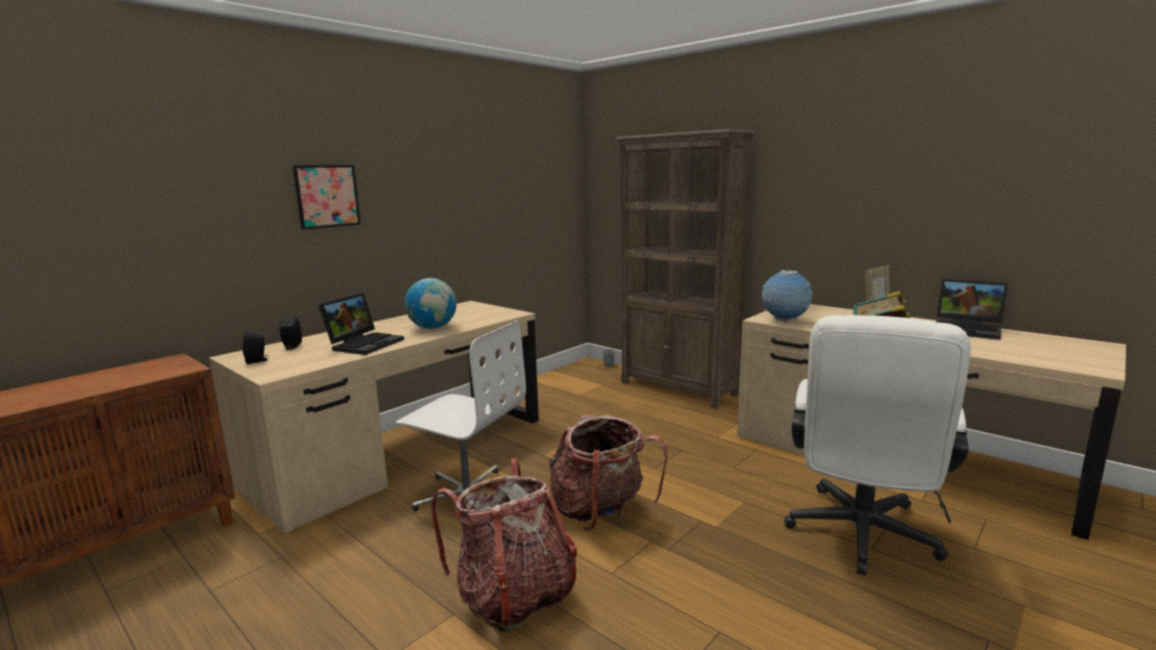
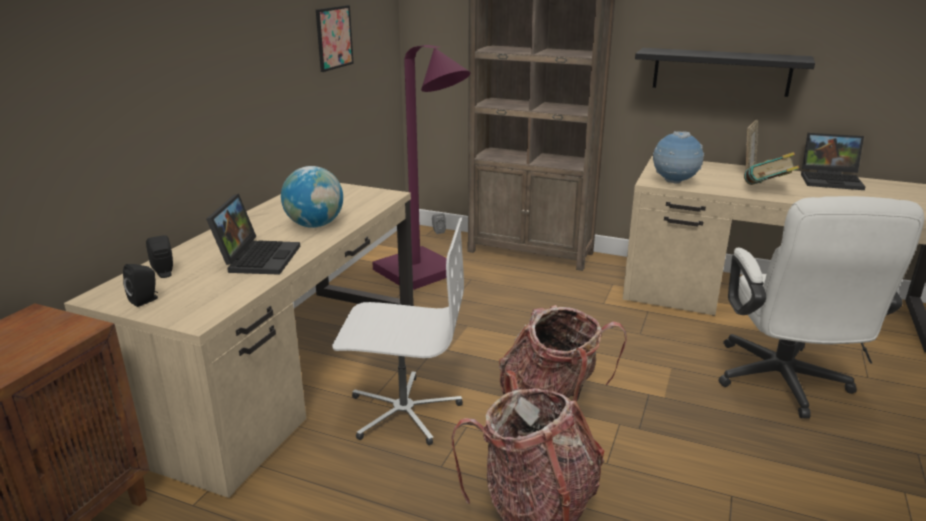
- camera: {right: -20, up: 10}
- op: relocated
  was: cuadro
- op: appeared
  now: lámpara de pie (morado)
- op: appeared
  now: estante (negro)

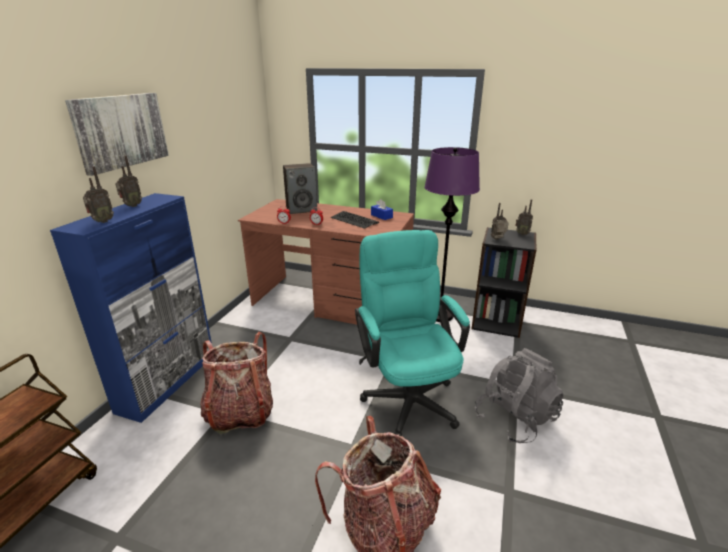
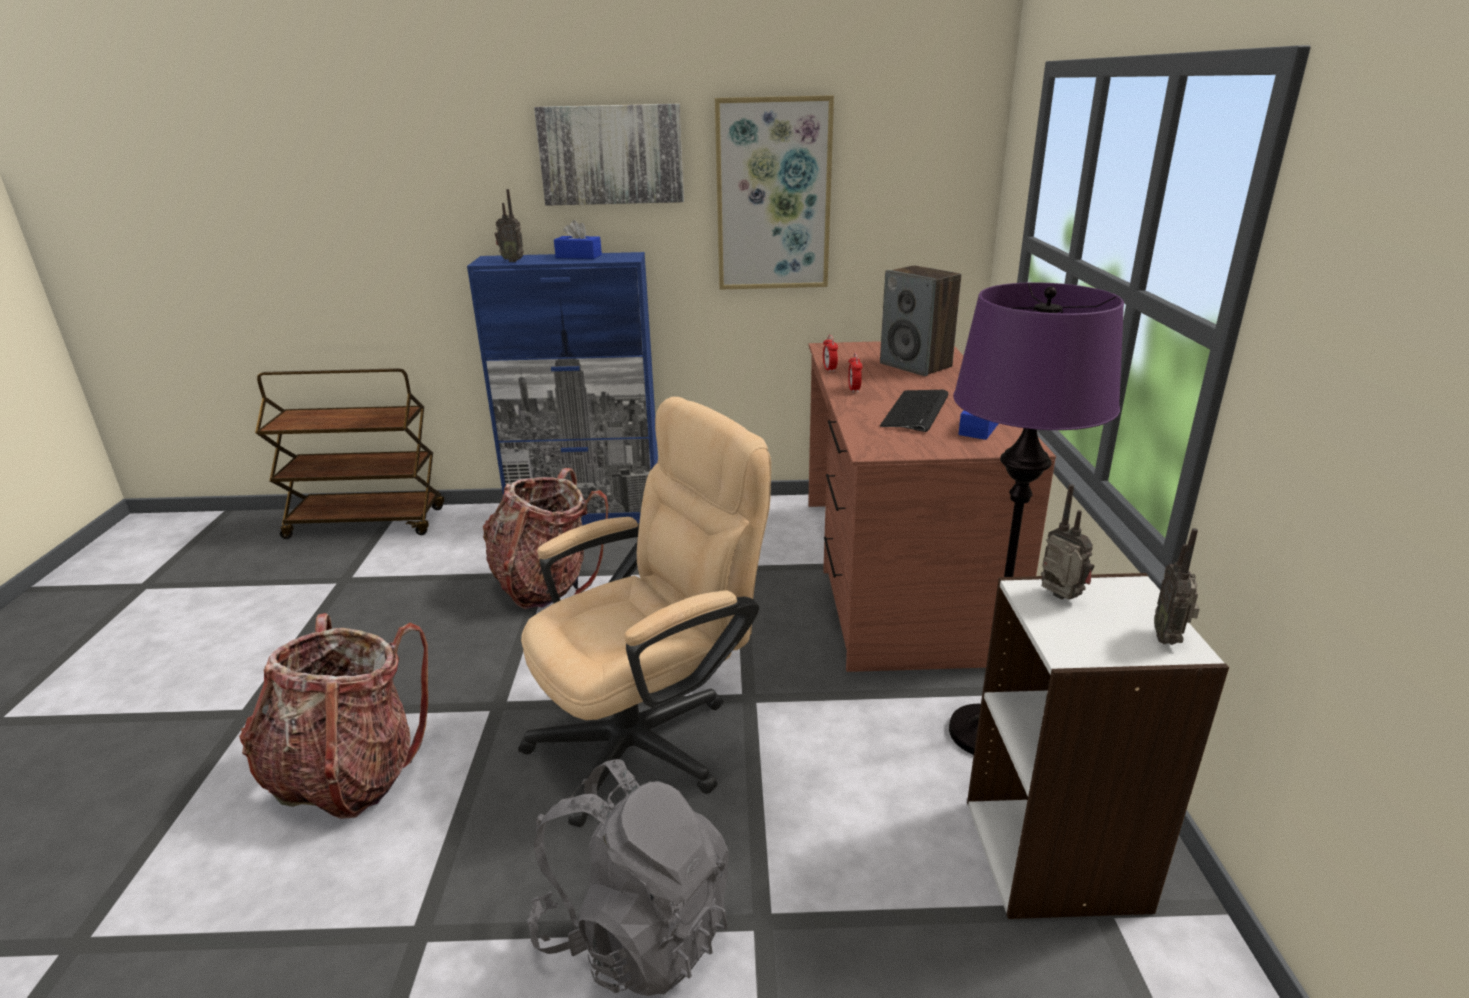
- camera: {right: 70, up: 0}
- op: colour
  was: silla de oficina (turquesa)
  now: silla de oficina (beis)
- op: exchanged
  was: radio (no. 2 from left)
  now: caja de pañuelos (azul) (no. 1 from left)
- op: appeared
  now: cuadro (no. 2 from left)
- op: colour
  was: estantería (negro)
  now: estantería (blanco)

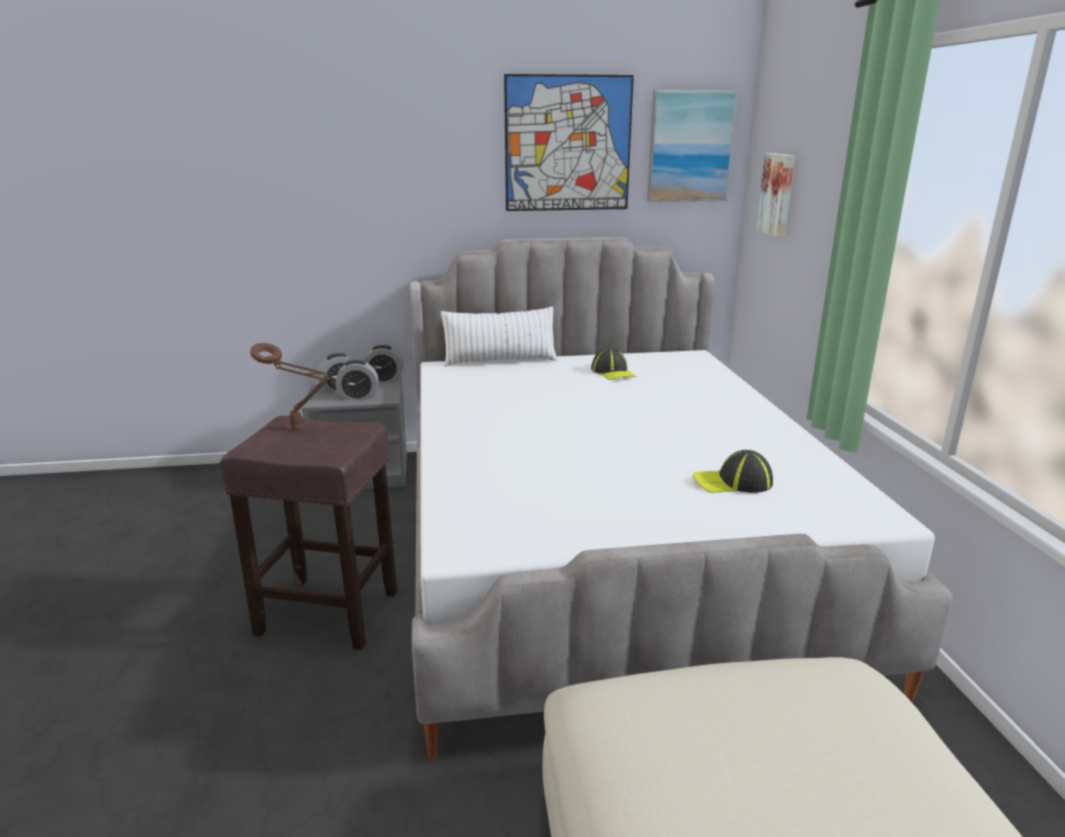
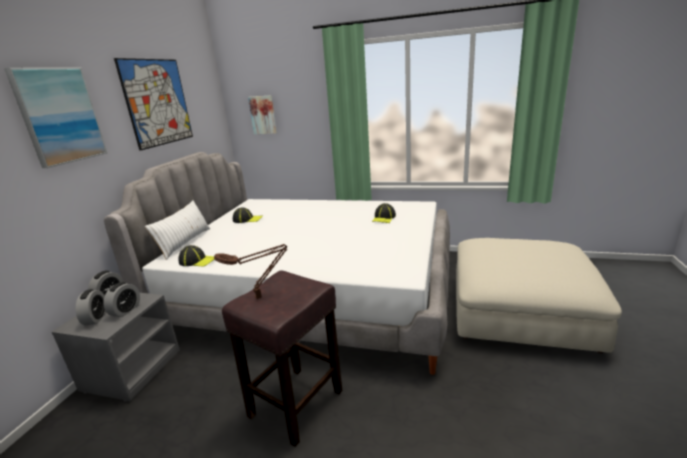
- camera: {right: -65, up: 0}
- op: relocated
  was: cuadro (no. 2 from left in the first image)
  now: cuadro (no. 1 from left)
- op: appeared
  now: gorra (no. 1 from left)

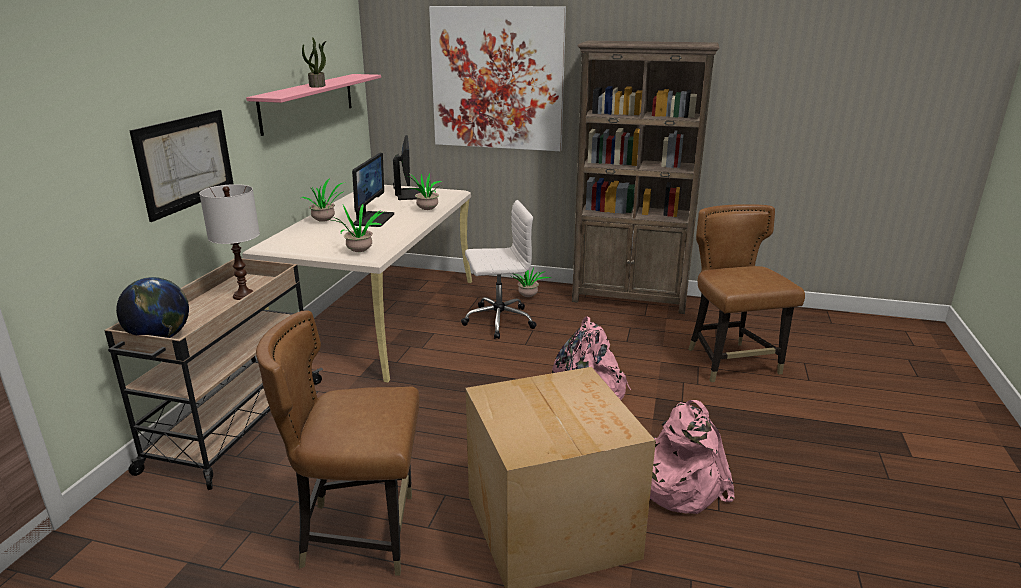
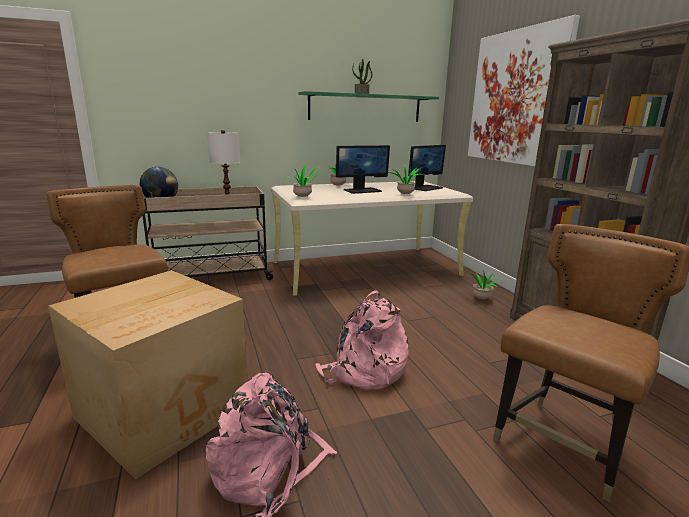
- camera: {right: 55, up: -5}
- op: colour
  was: estante (rosa)
  now: estante (verde)
- op: missing
  was: cuadro (no. 1 from left)
- op: missing
  was: silla de oficina (blanco)

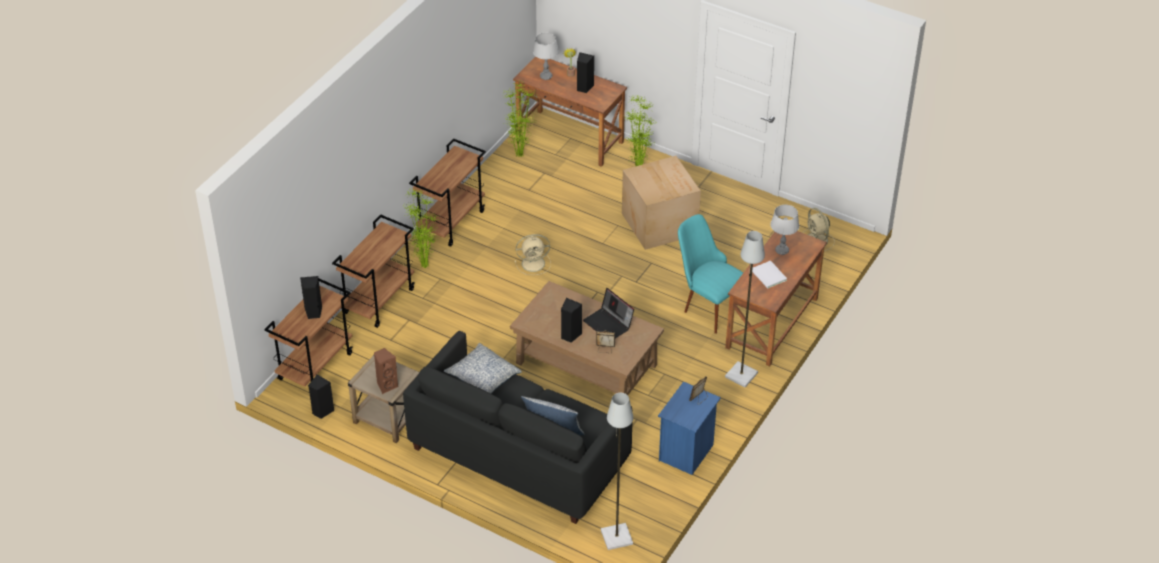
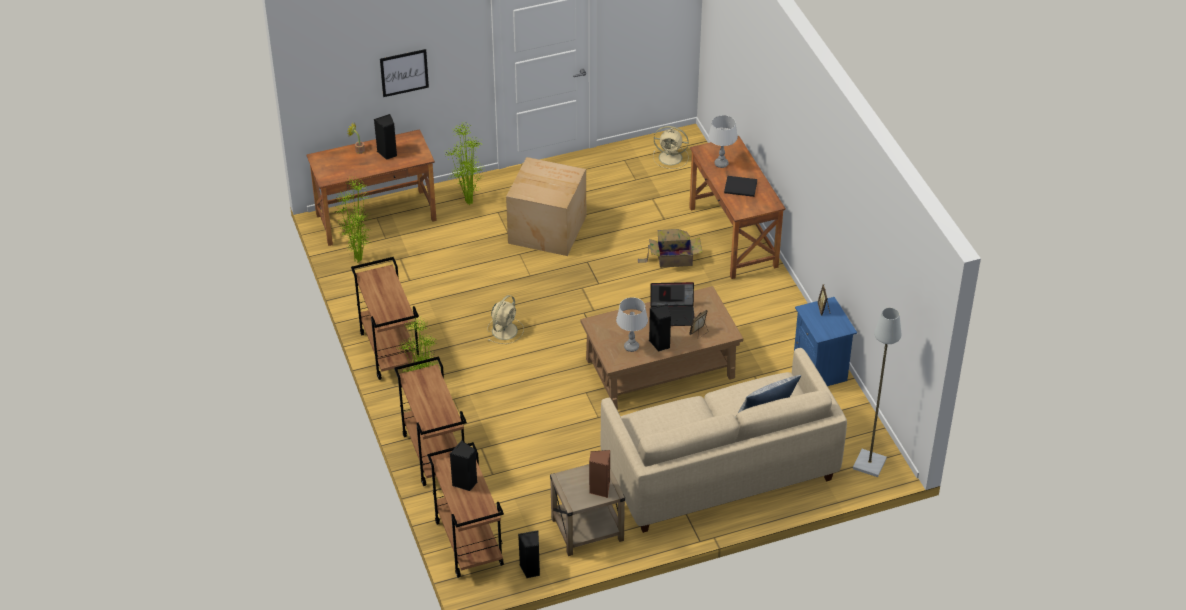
- camera: {right: -50, up: 0}
- op: appeared
  now: cuadro
- op: colour
  was: sofá (negro)
  now: sofá (beis)
- op: relocated
  was: lámpara de mesa (gris) (no. 1 from left)
- op: exchanged
  was: silla (turquesa)
  now: caja de cartón (no. 2 from left)
- op: colour
  was: libro (blanco)
  now: libro (negro)
- op: missing
  was: cojín (no. 1 from left)
- op: missing
  was: lámpara de pie (gris) (no. 2 from left)

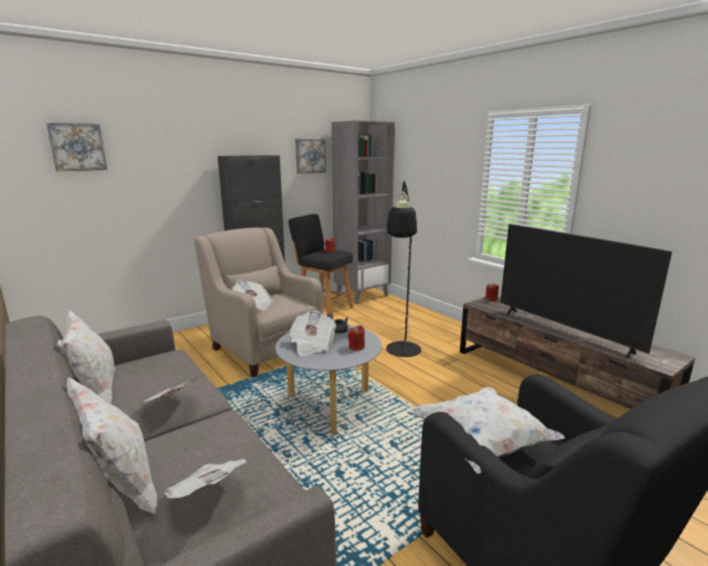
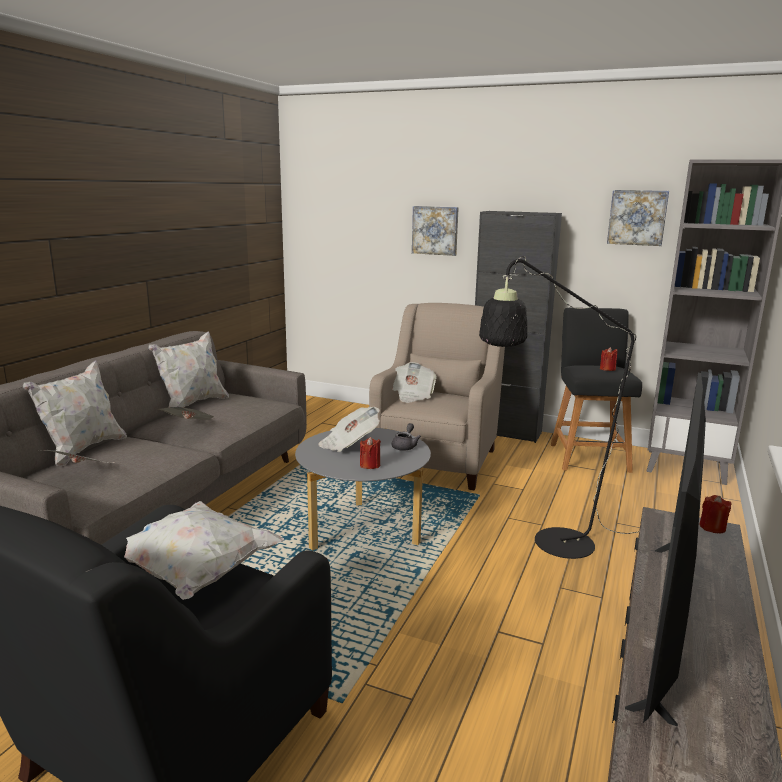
- camera: {right: 60, up: 0}
- op: relocated
  was: cuadro (no. 1 from left)

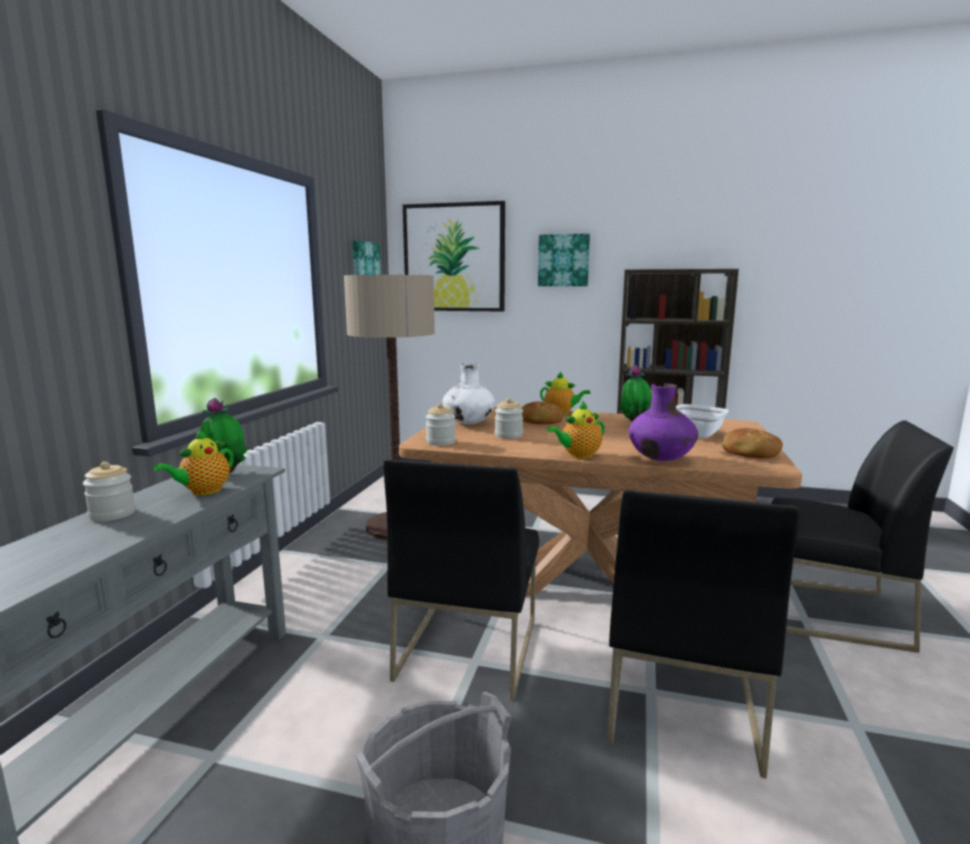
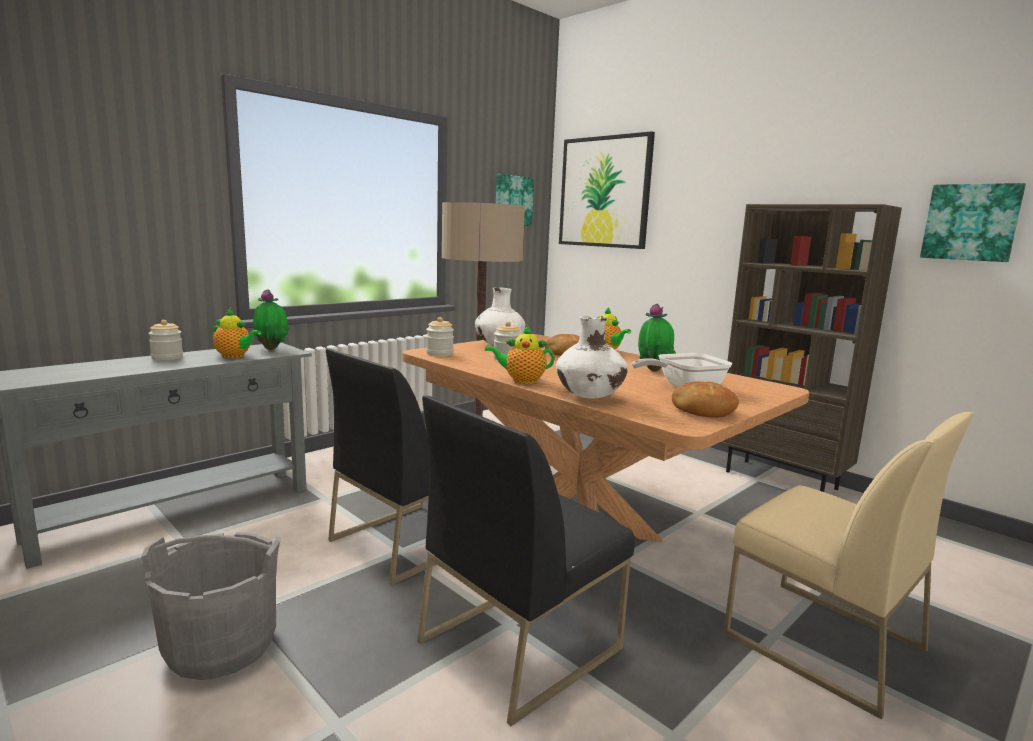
- camera: {right: 30, up: 0}
- op: spun
  was: tetera (no. 1 from left)
  clockwise: -135
- op: colour
  was: florero (morado)
  now: florero (blanco) (no. 2 from left)
- op: colour
  was: silla (negro) (no. 3 from left)
  now: silla (beis)
- op: relocated
  was: cuadro (no. 3 from left)

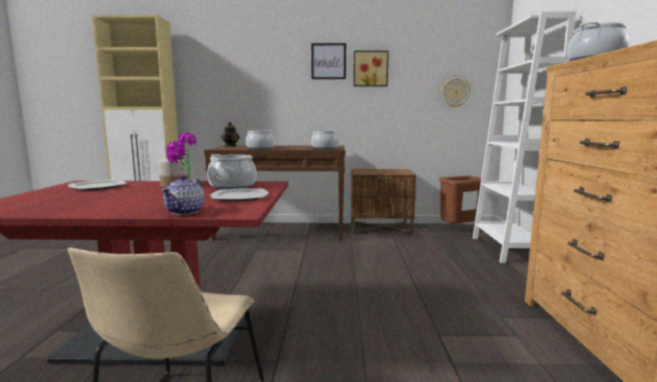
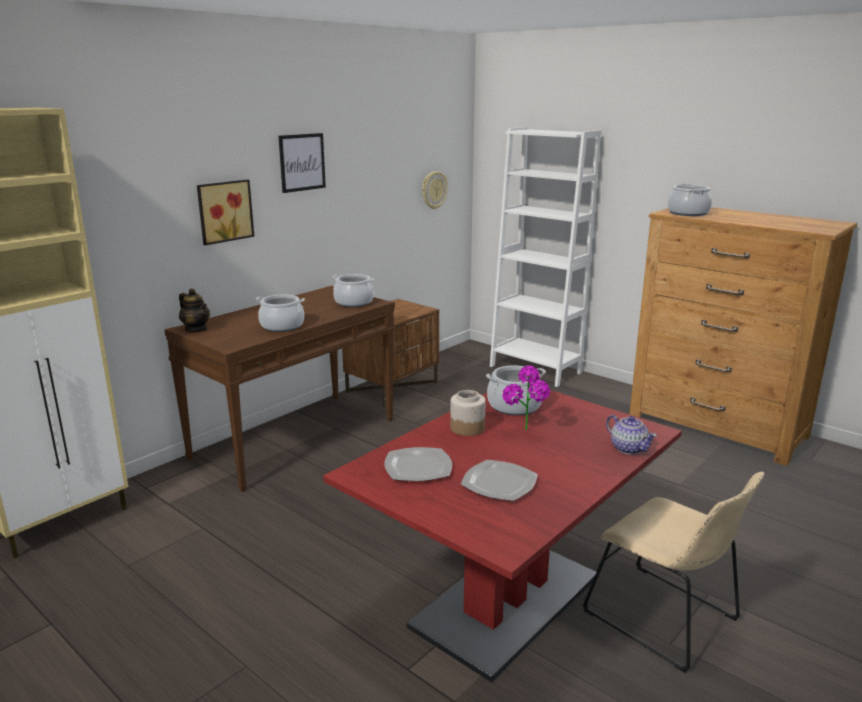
- camera: {right: -50, up: 10}
- op: relocated
  was: cuadro (no. 2 from left in the first image)
  now: cuadro (no. 1 from left)
- op: relocated
  was: plato (no. 2 from left)
- op: missing
  was: papelera (marrón)

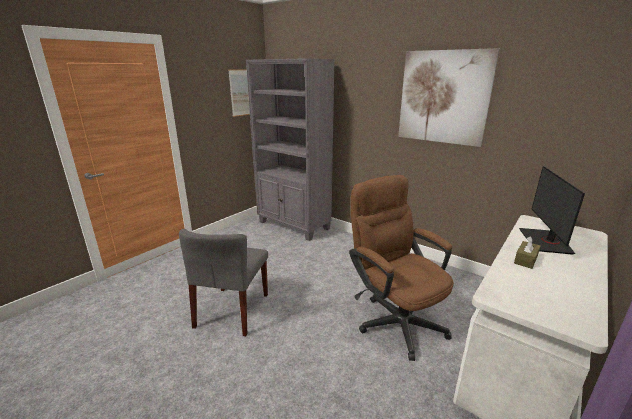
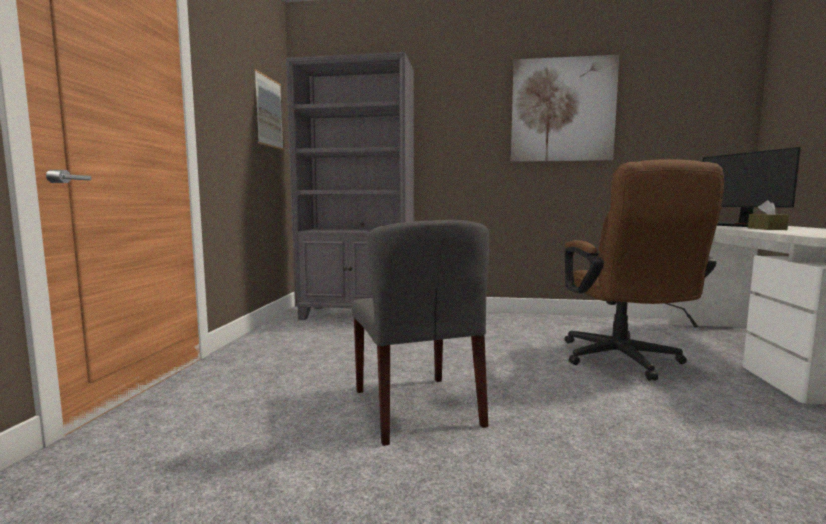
- camera: {right: -30, up: -15}
- op: spun
  was: silla de oficina (marrón)
  clockwise: -120

